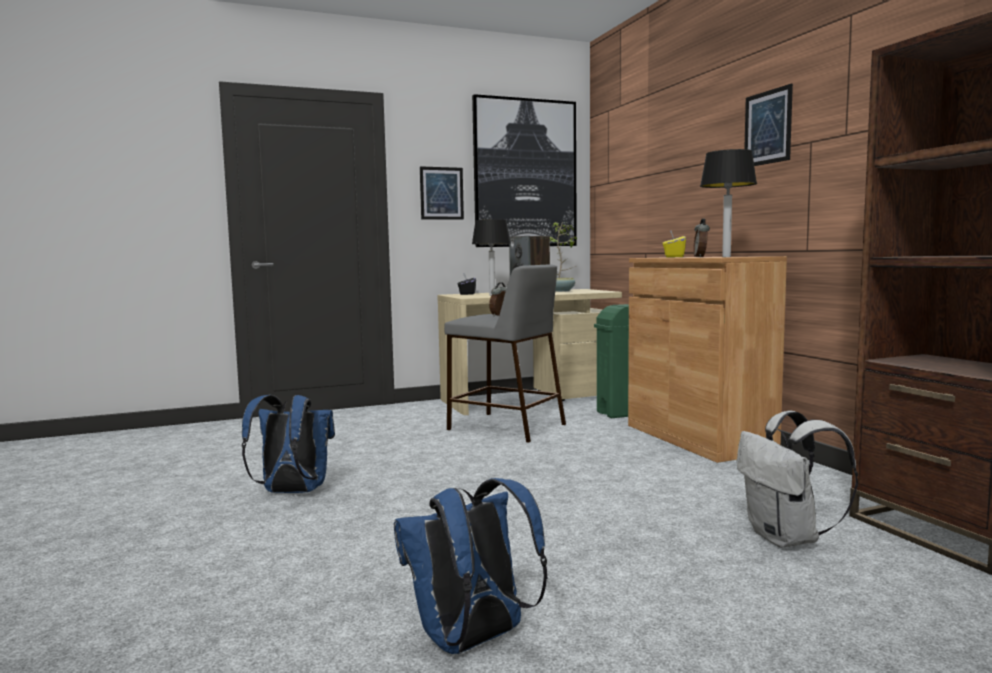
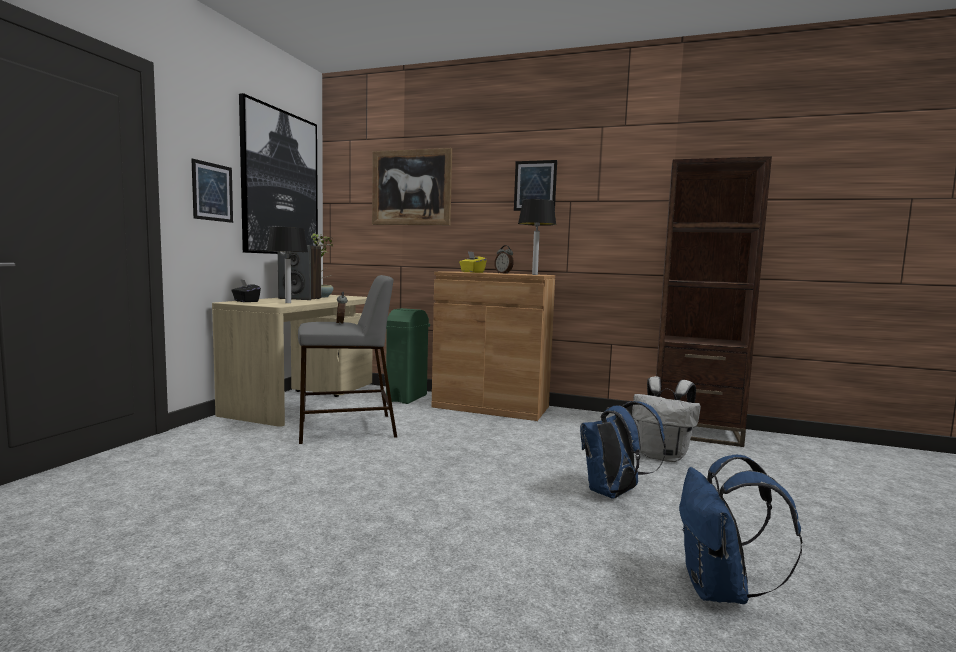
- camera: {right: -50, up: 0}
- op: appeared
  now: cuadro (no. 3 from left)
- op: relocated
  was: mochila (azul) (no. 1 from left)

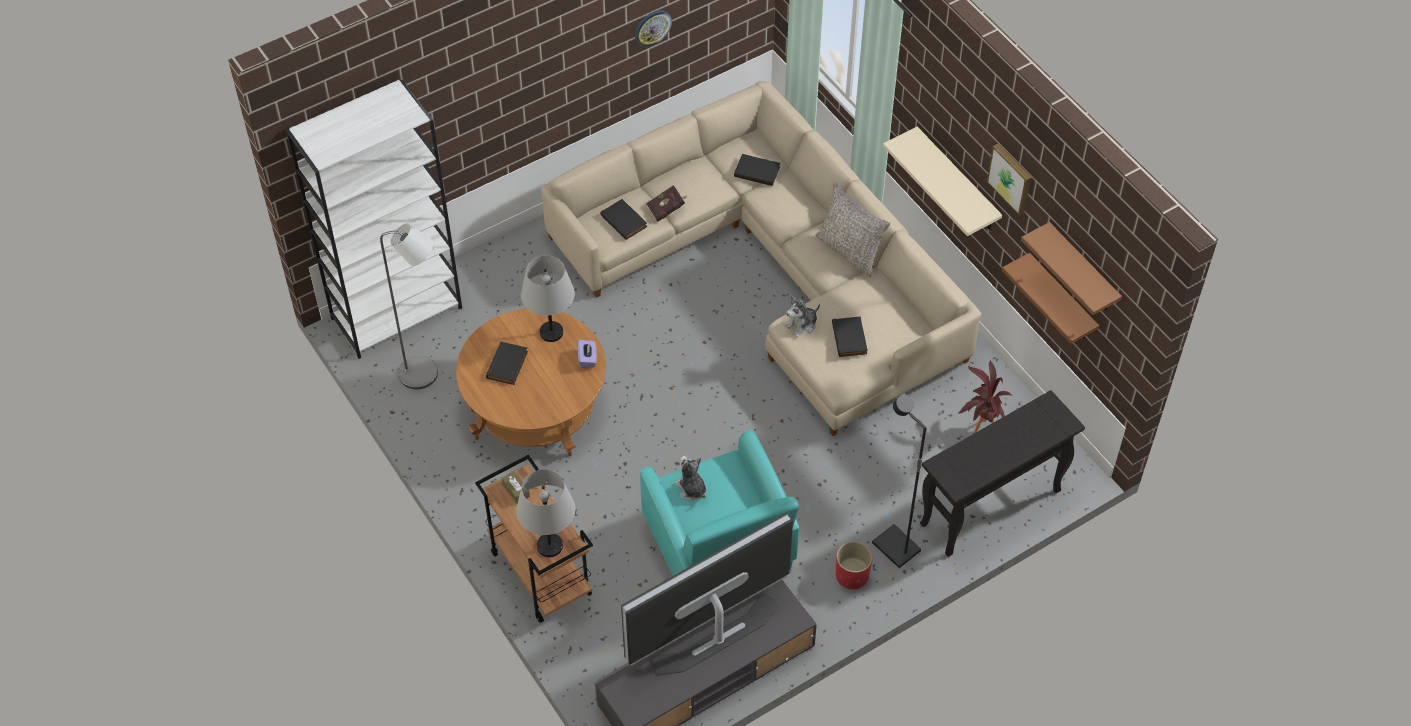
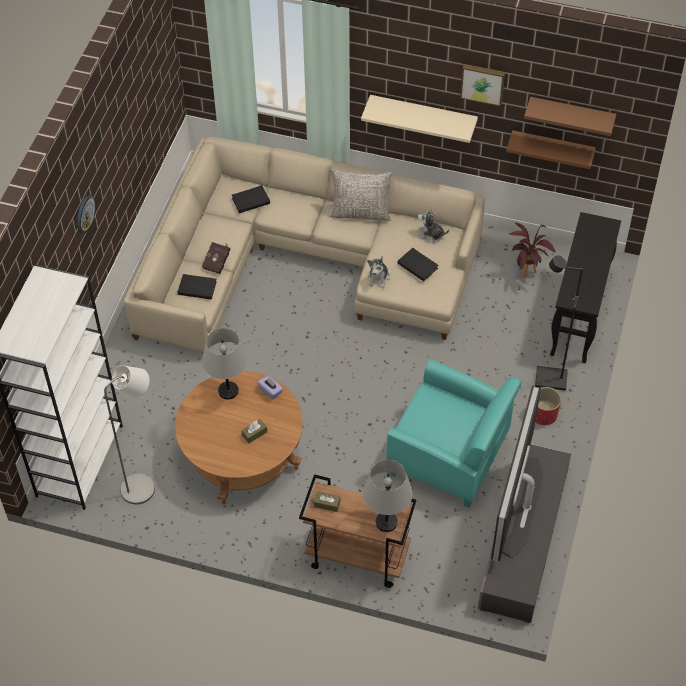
- camera: {right: -40, up: 0}
- op: relocated
  was: reloj de pared
- op: appeared
  now: caja de pañuelos (marrón) (no. 1 from left)
- op: relocated
  was: peluche (no. 1 from left in the first image)
  now: peluche (no. 2 from left)
- op: missing
  was: libro (negro) (no. 1 from left)

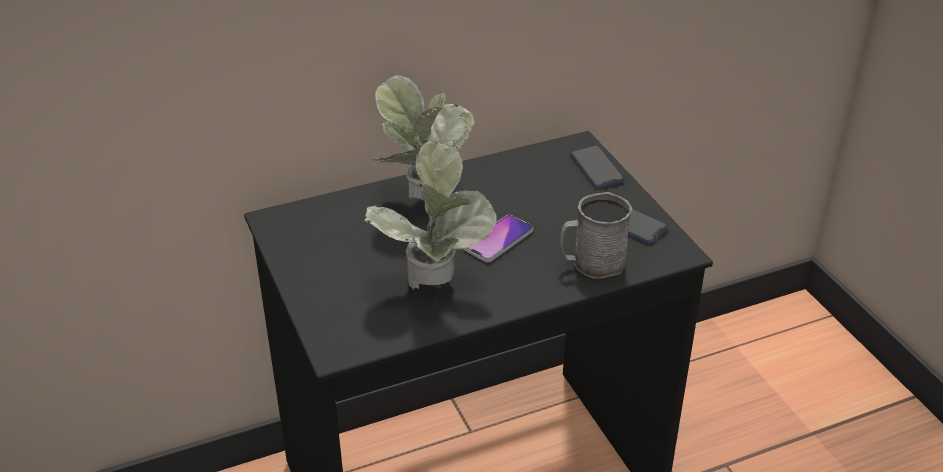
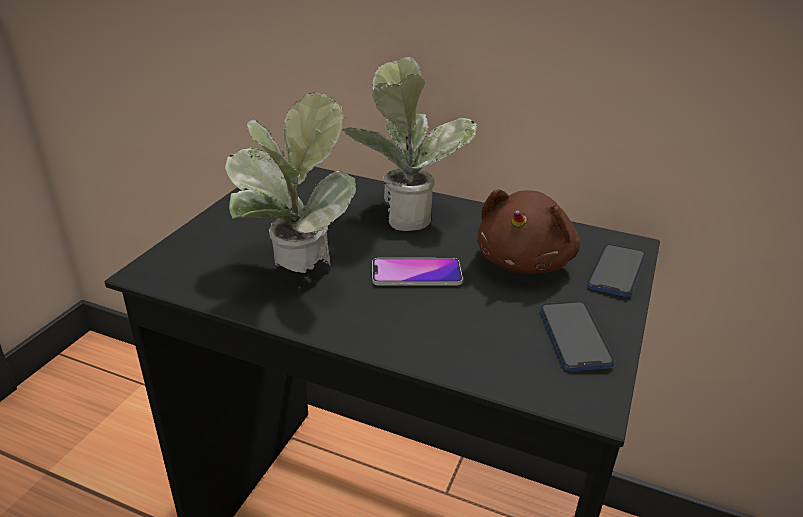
- camera: {right: 45, up: -5}
- op: appeared
  now: peluche (marrón)
- op: missing
  was: taza grande (gris)

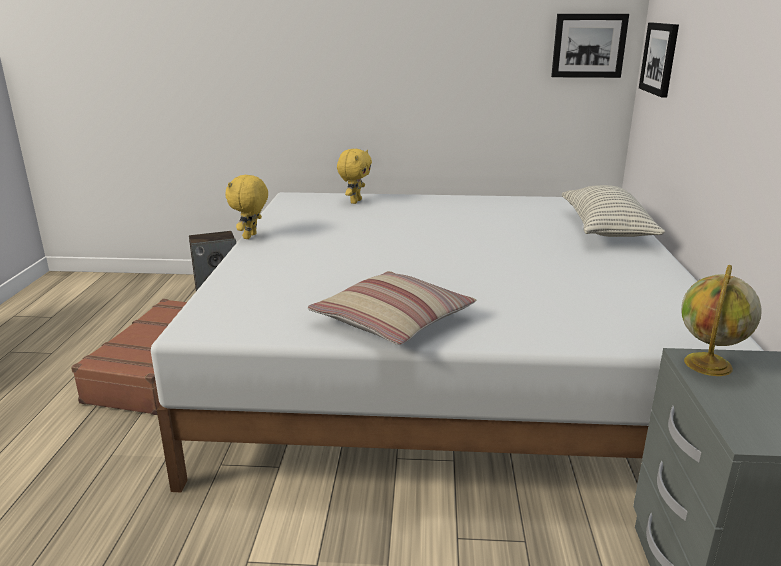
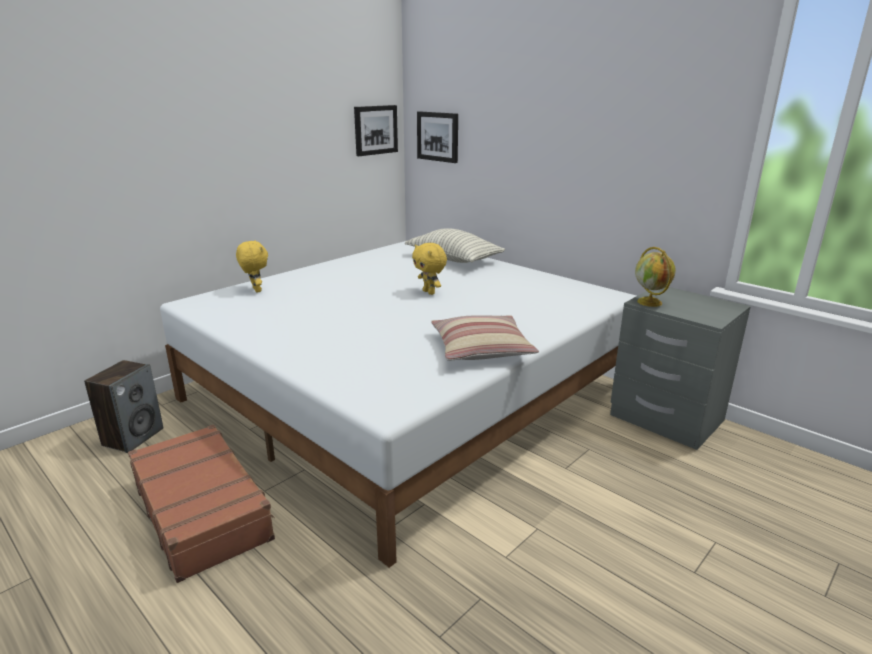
- camera: {right: -50, up: 0}
- op: relocated
  was: peluche (amarillo) (no. 1 from left in the first image)
  now: peluche (amarillo) (no. 2 from left)

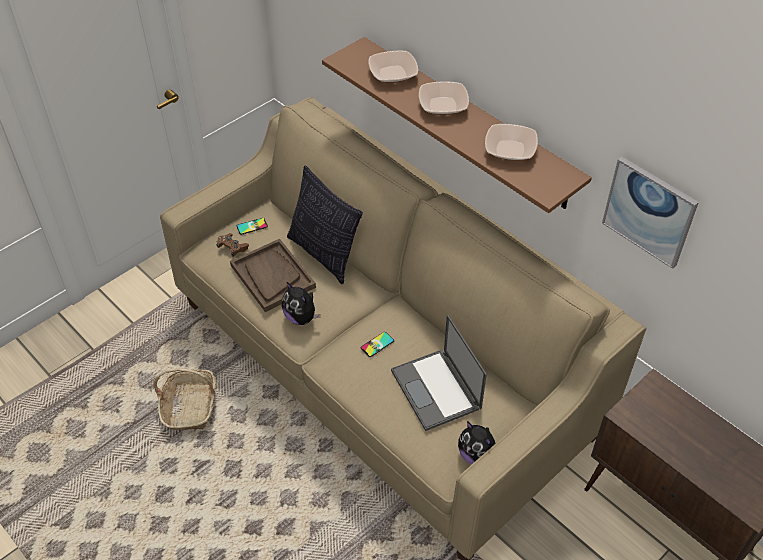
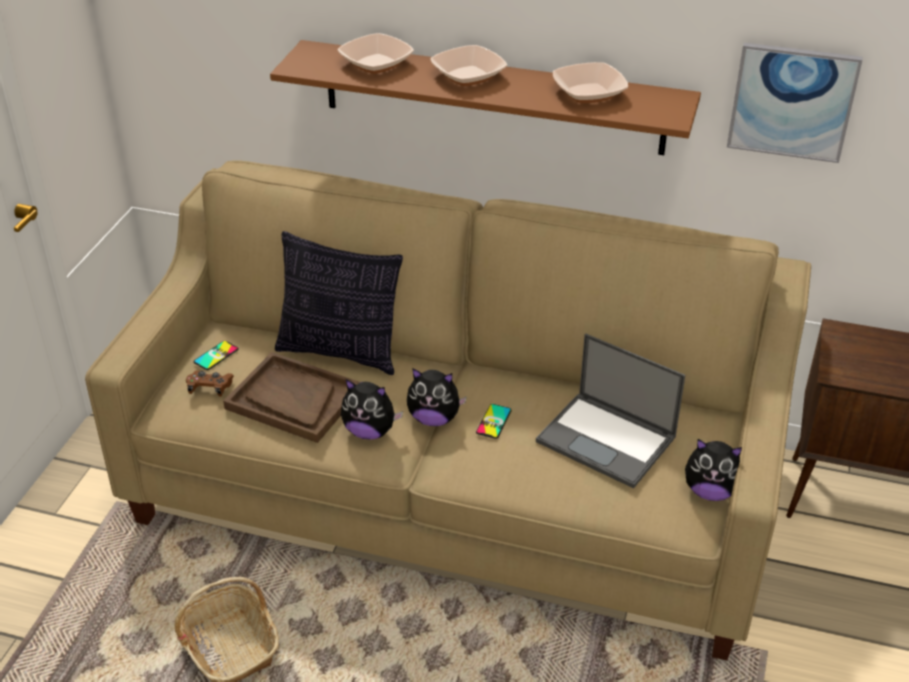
- camera: {right: -30, up: -10}
- op: appeared
  now: peluche (no. 2 from left)

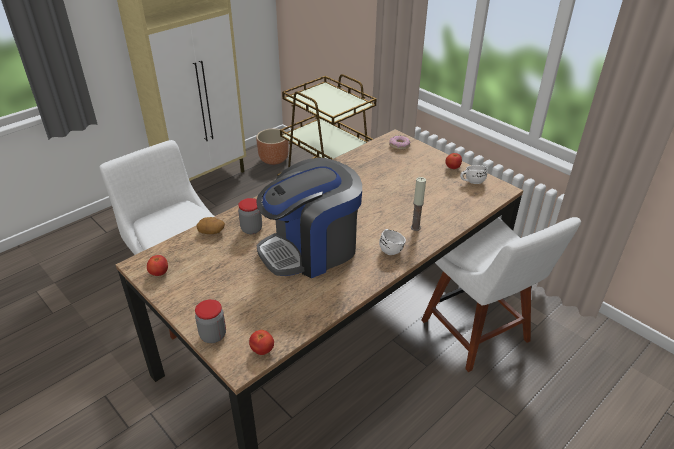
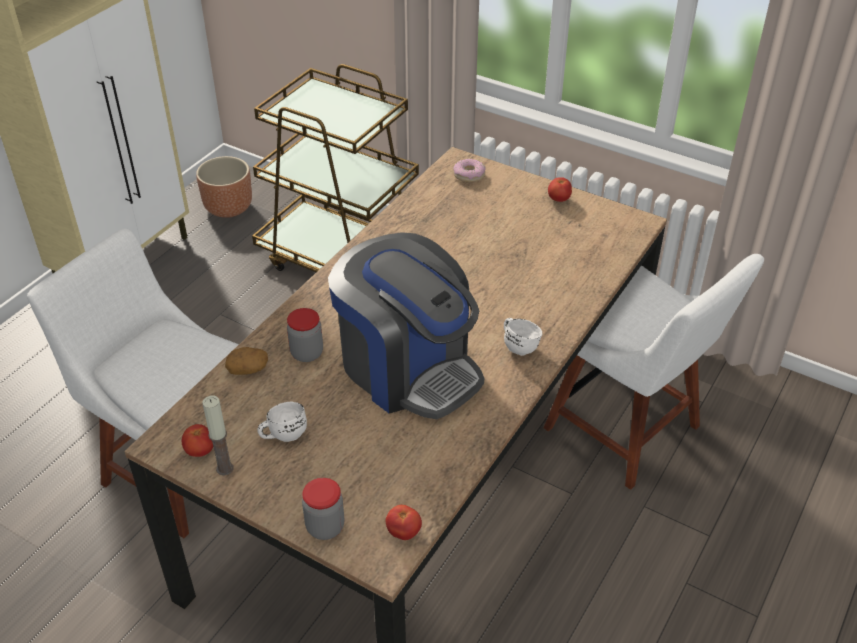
- camera: {right: -15, up: 5}
- op: relocated
  was: vela
- op: relocated
  was: taza grande (blanco) (no. 2 from left in the first image)
  now: taza grande (blanco) (no. 1 from left)
- op: spun
  was: cafetera
  clockwise: -90

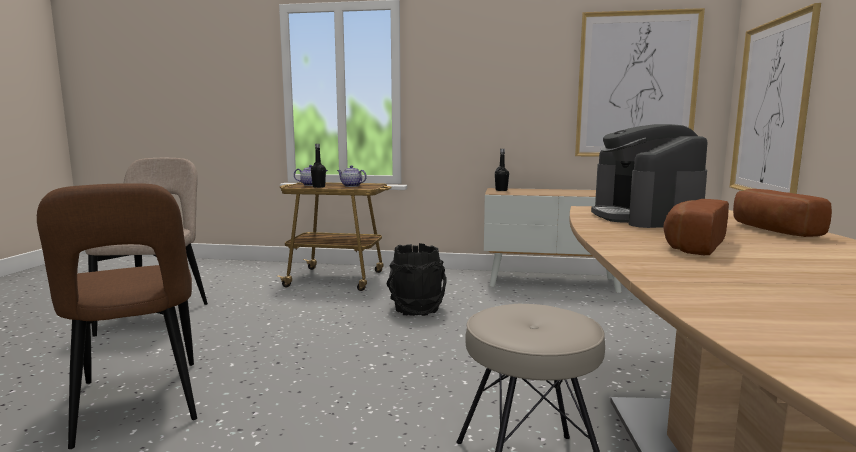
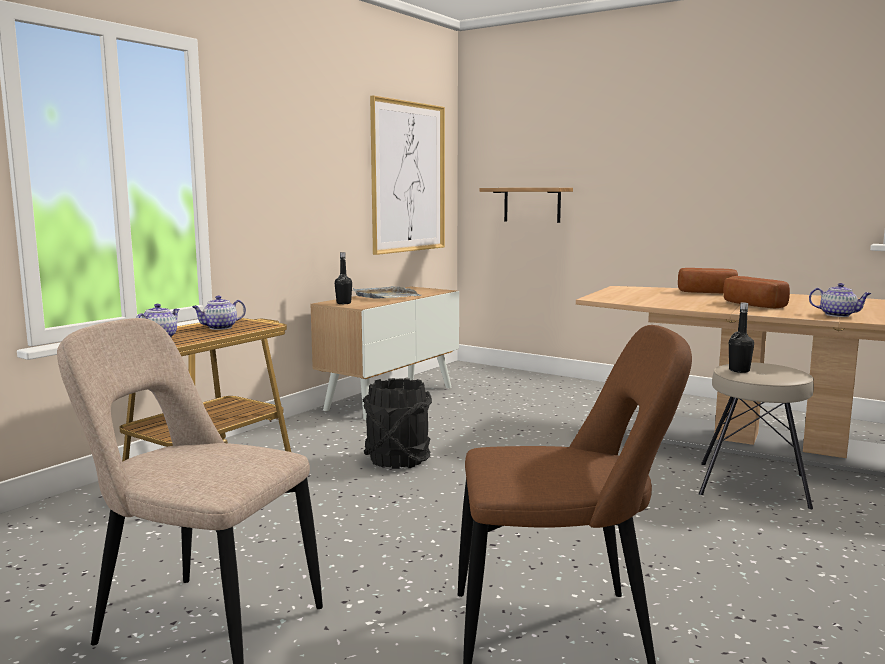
- camera: {right: -65, up: 0}
- op: appeared
  now: bandeja (gris)
- op: exchanged
  was: cuadro (no. 2 from left)
  now: estante
- op: relocated
  was: botella (negro) (no. 1 from left in the first image)
  now: botella (negro) (no. 2 from left)
- op: appeared
  now: tetera (no. 3 from left)
- op: missing
  was: cafetera

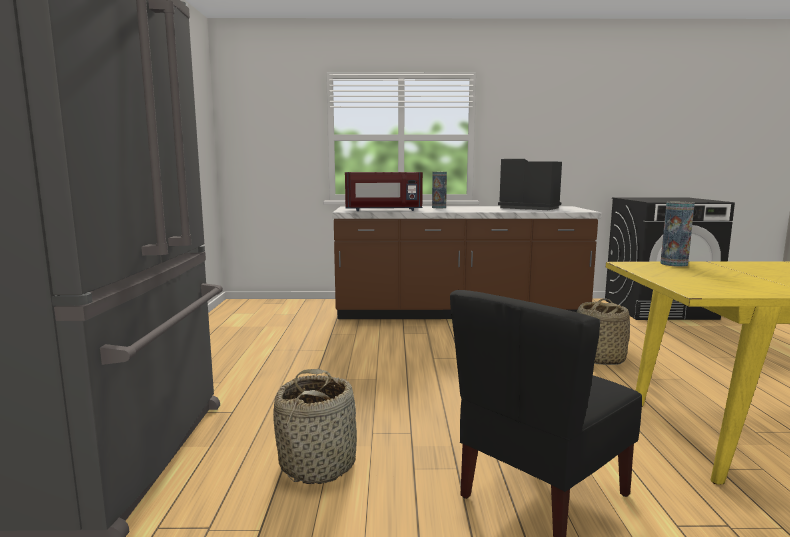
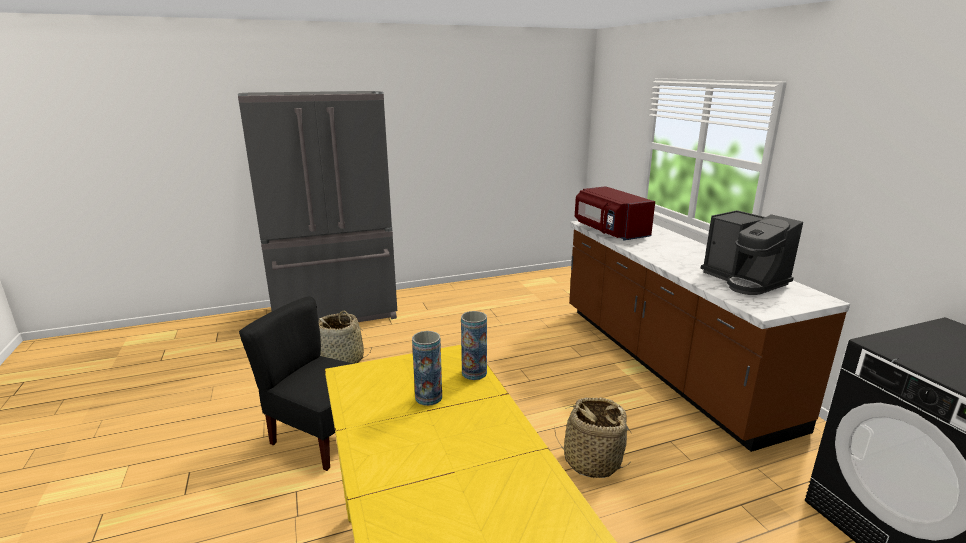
- camera: {right: 70, up: 10}
- op: relocated
  was: florero (no. 1 from left)
- op: spun
  was: cafetera
  clockwise: 135

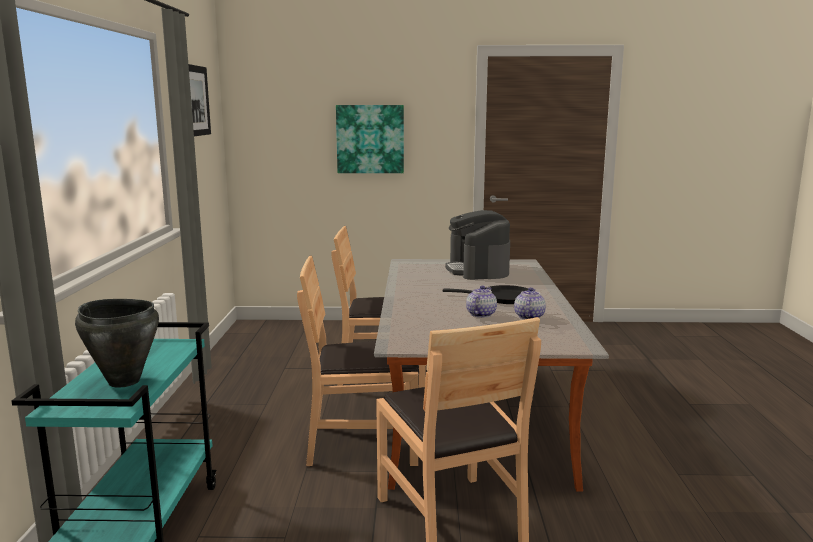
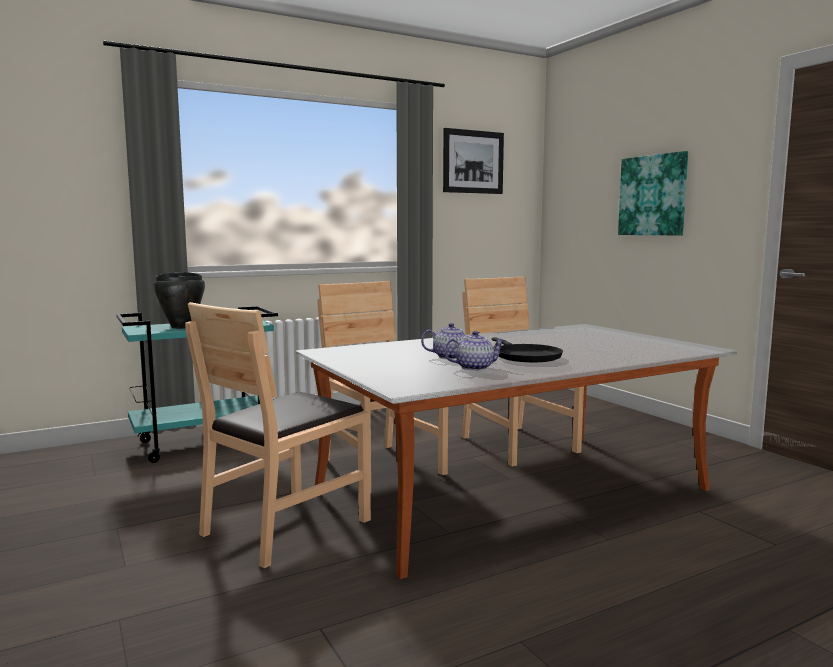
- camera: {right: 60, up: -5}
- op: missing
  was: cafetera

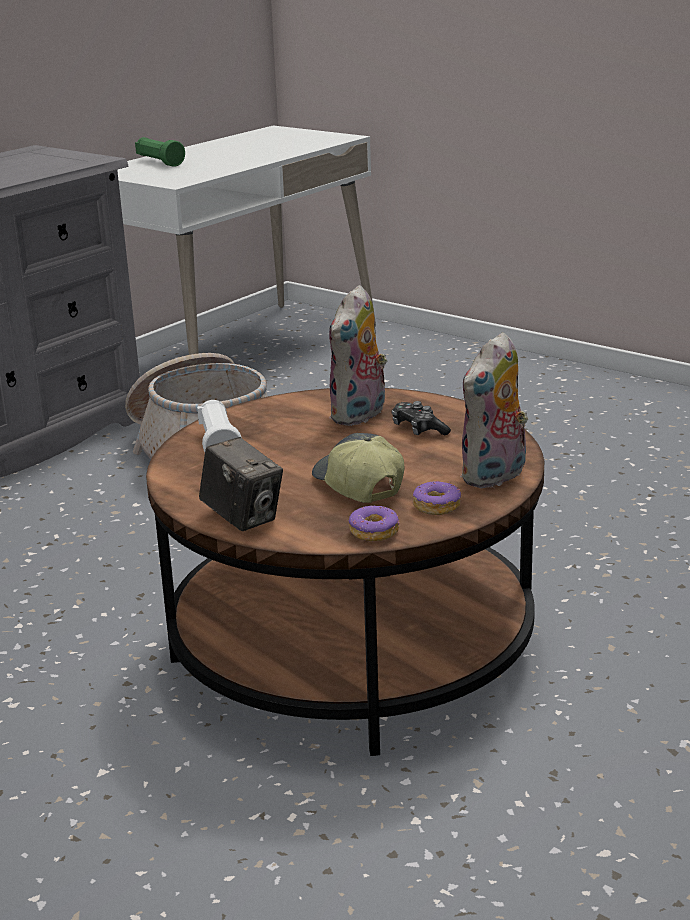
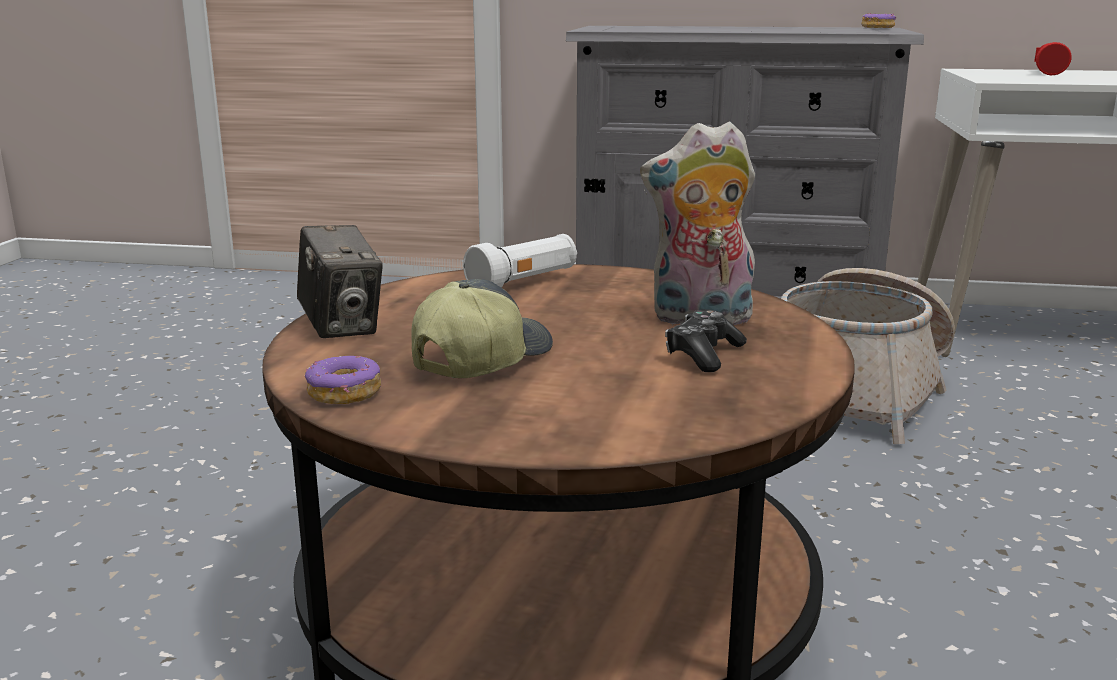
- camera: {right: 60, up: -5}
- op: spun
  was: cámara
  clockwise: -45
- op: relocated
  was: rosquilla (no. 2 from left)
- op: colour
  was: linterna (verde)
  now: linterna (rojo)
- op: missing
  was: peluche (no. 2 from left)

